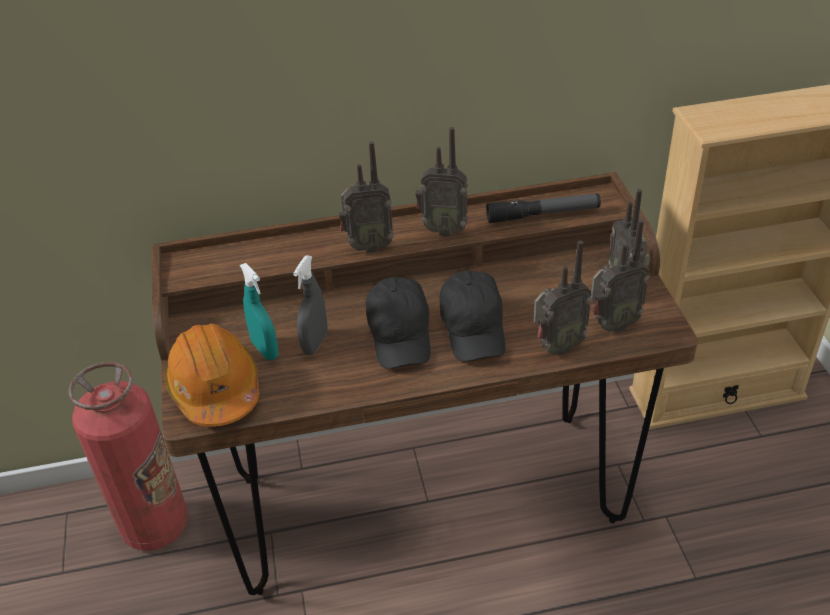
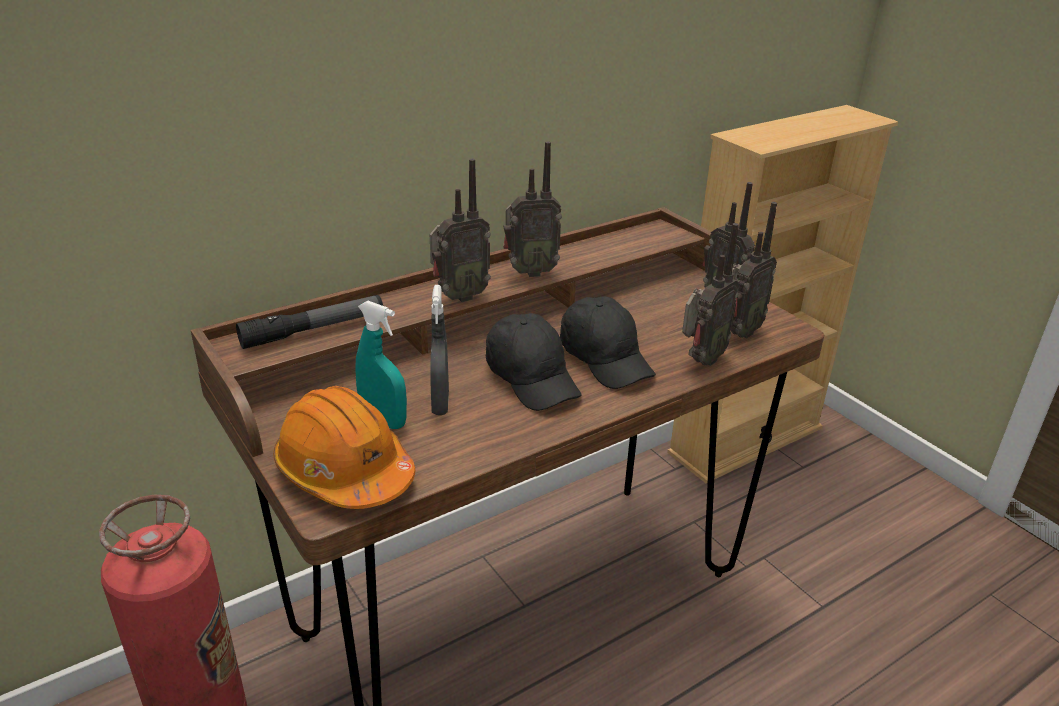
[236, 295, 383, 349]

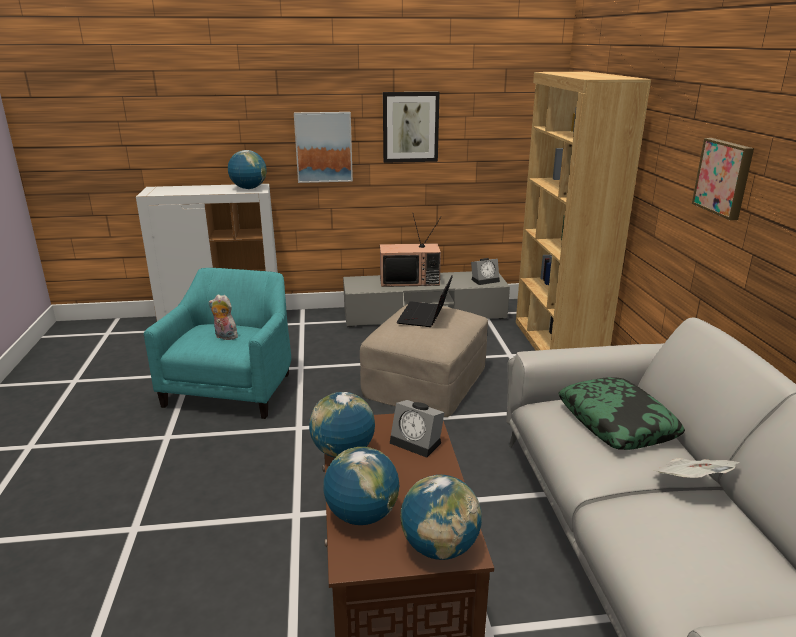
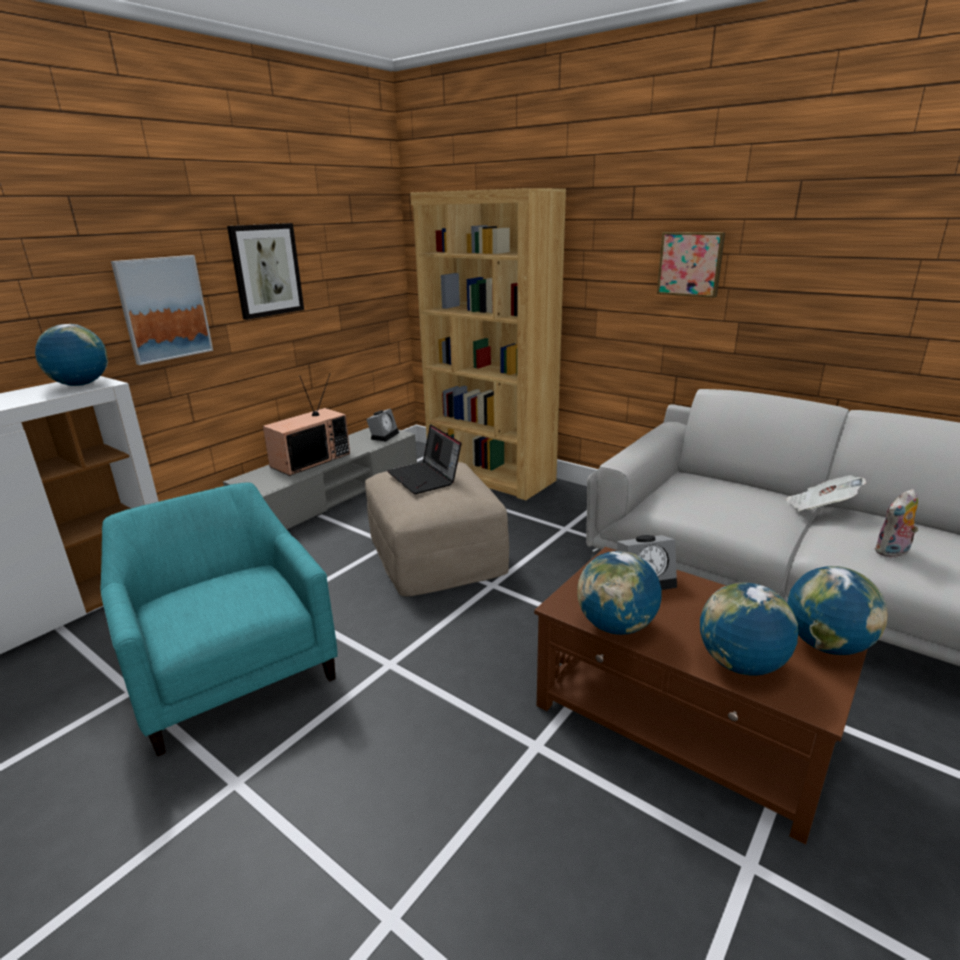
[558, 377, 685, 450] (first image)
[875, 489, 918, 558]

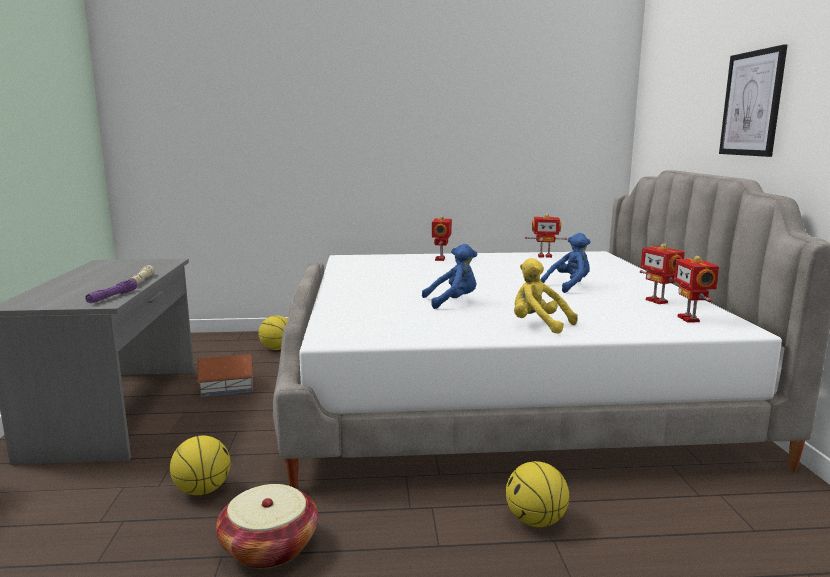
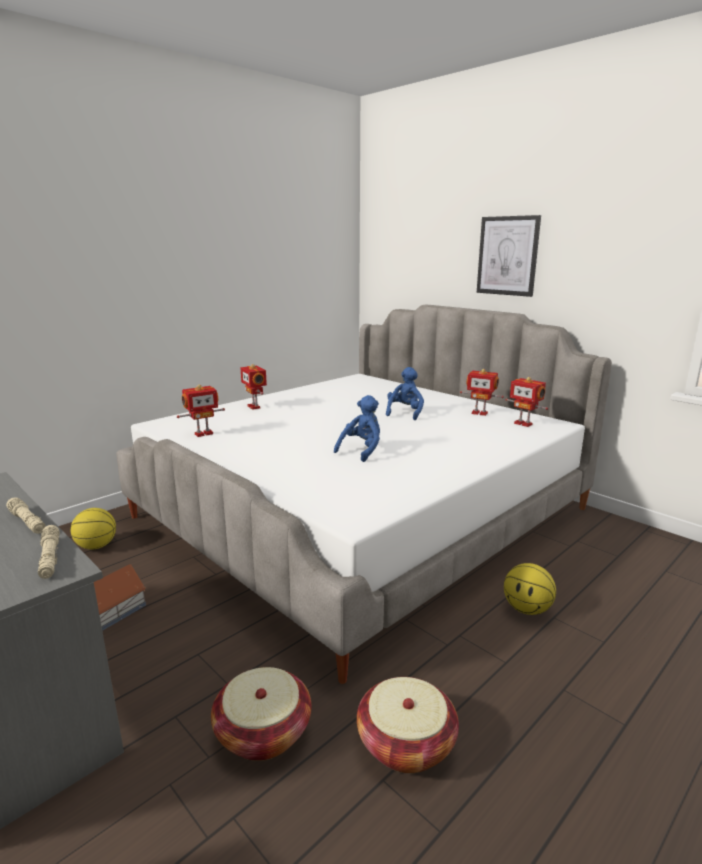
[514, 258, 578, 334] (first image)
[177, 384, 225, 437]
[211, 667, 311, 761]
[38, 525, 60, 579]

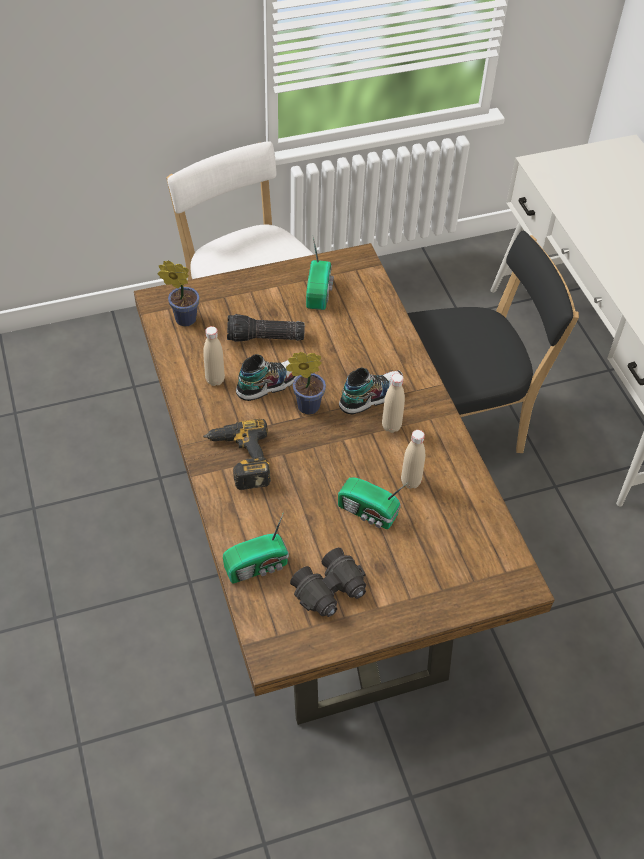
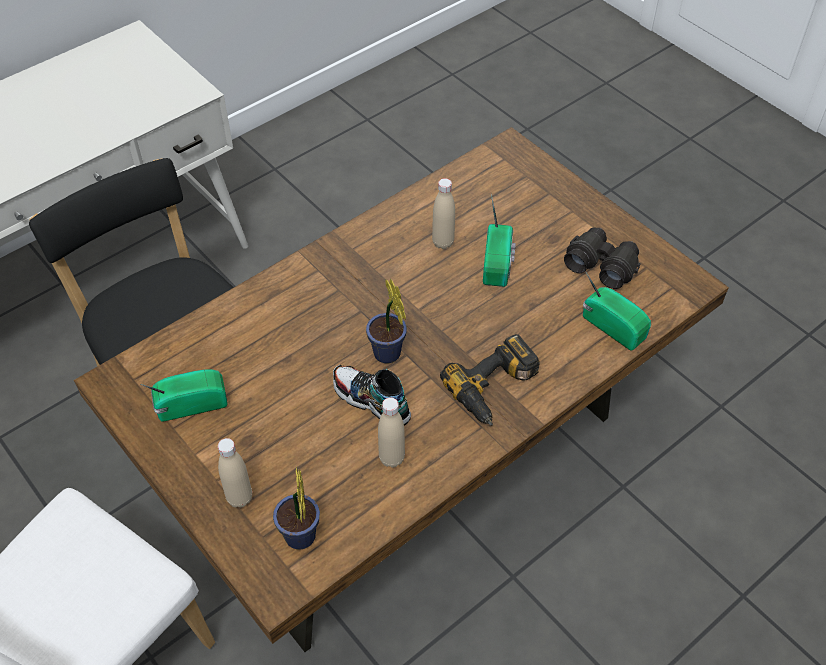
[227, 314, 305, 342] (first image)
[339, 368, 403, 415] (first image)
[218, 438, 252, 508]

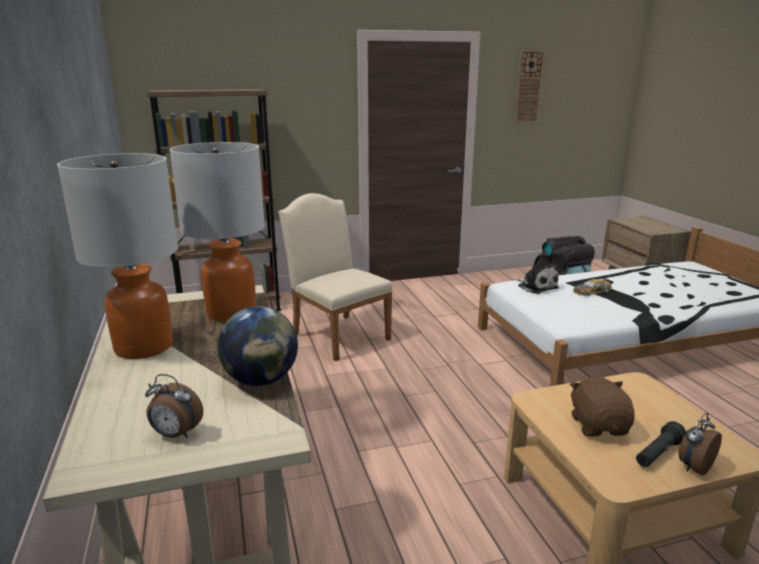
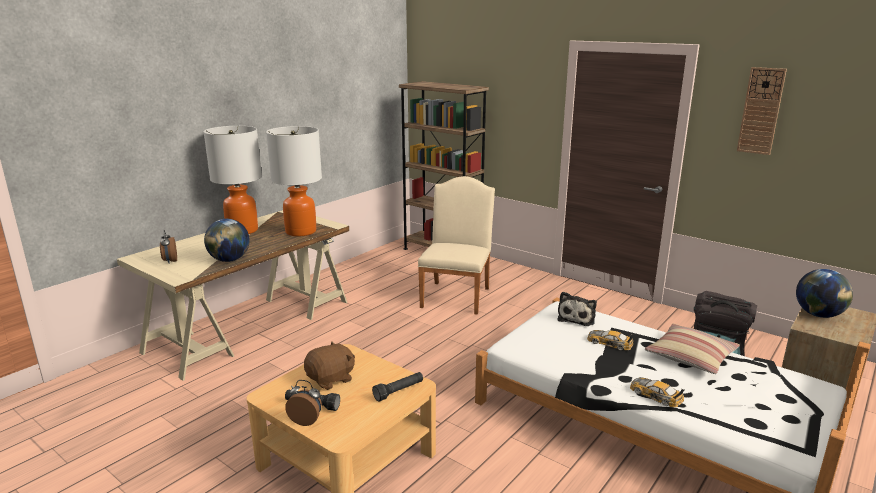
[372, 372, 423, 402]
[630, 377, 684, 407]
[645, 324, 740, 374]
[796, 269, 853, 318]

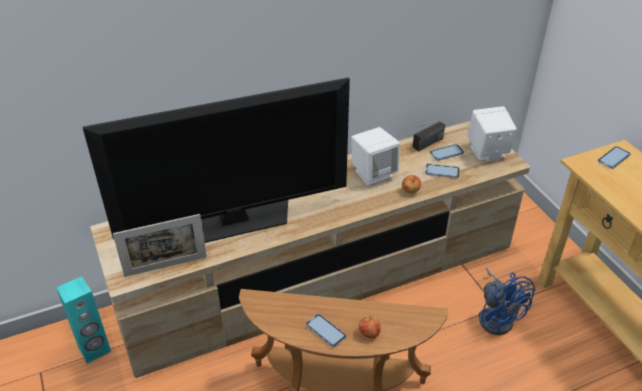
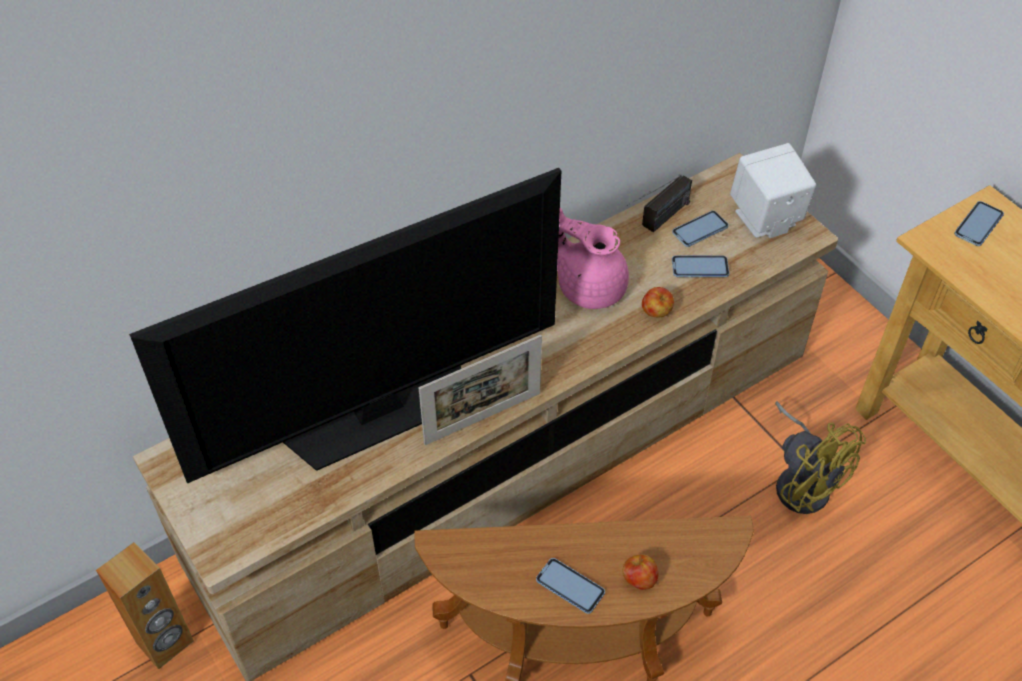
[419, 335, 542, 445]
[557, 208, 629, 309]
[96, 542, 194, 669]
[775, 401, 866, 514]

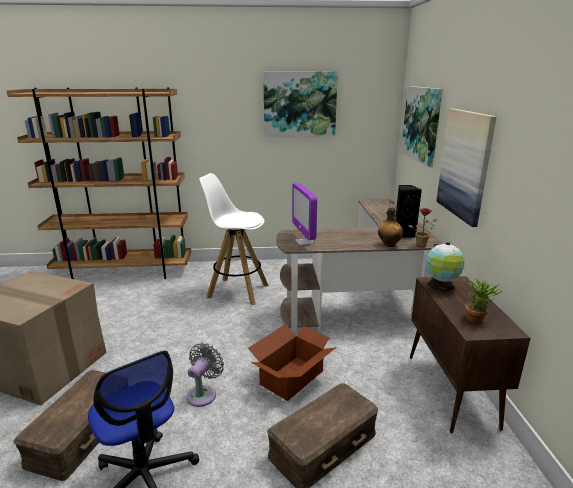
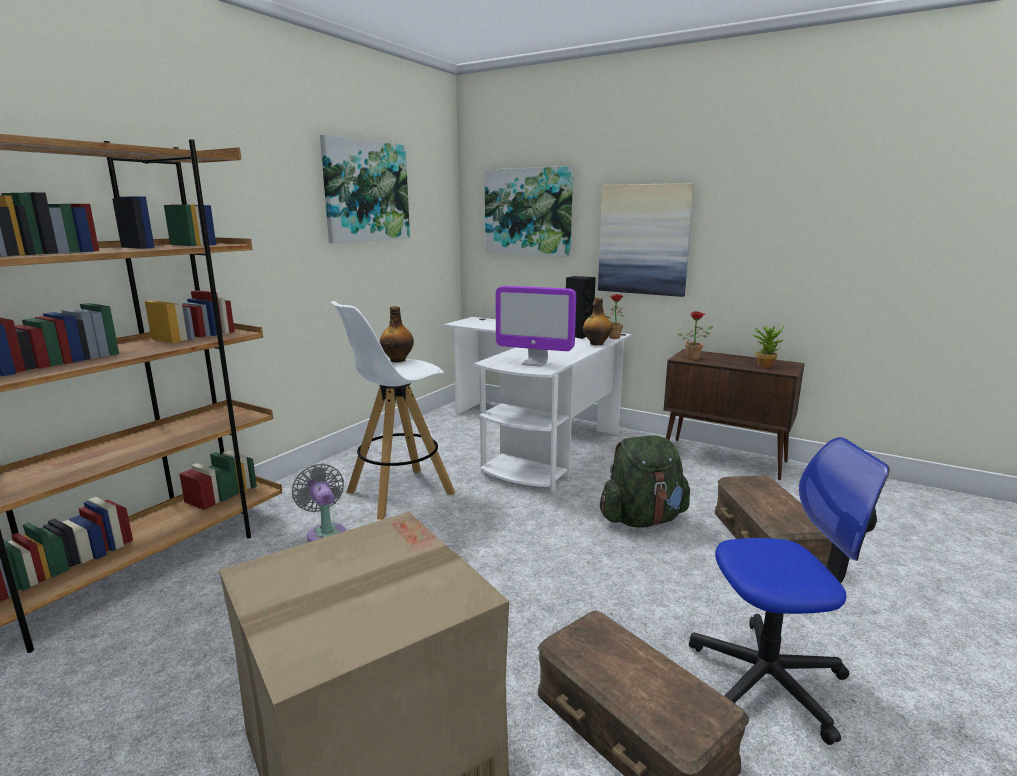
[380, 306, 414, 362]
[292, 464, 346, 542]
[600, 435, 690, 528]
[677, 311, 713, 360]
[443, 317, 631, 492]

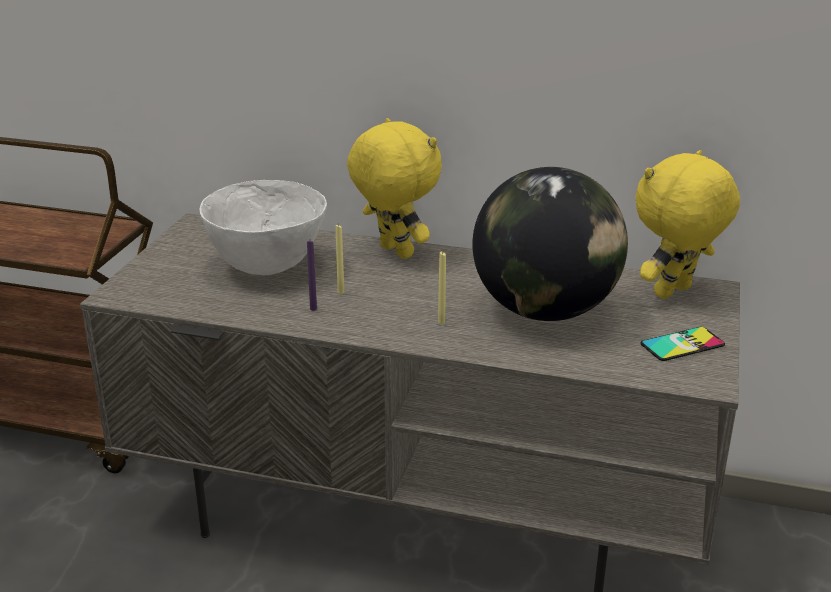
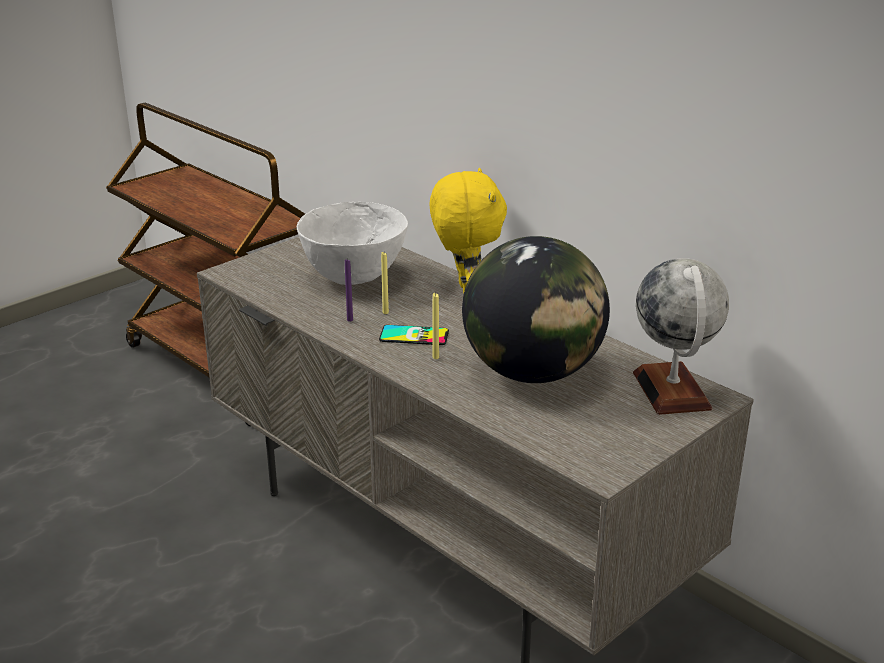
[379, 325, 449, 345]
[633, 258, 729, 415]

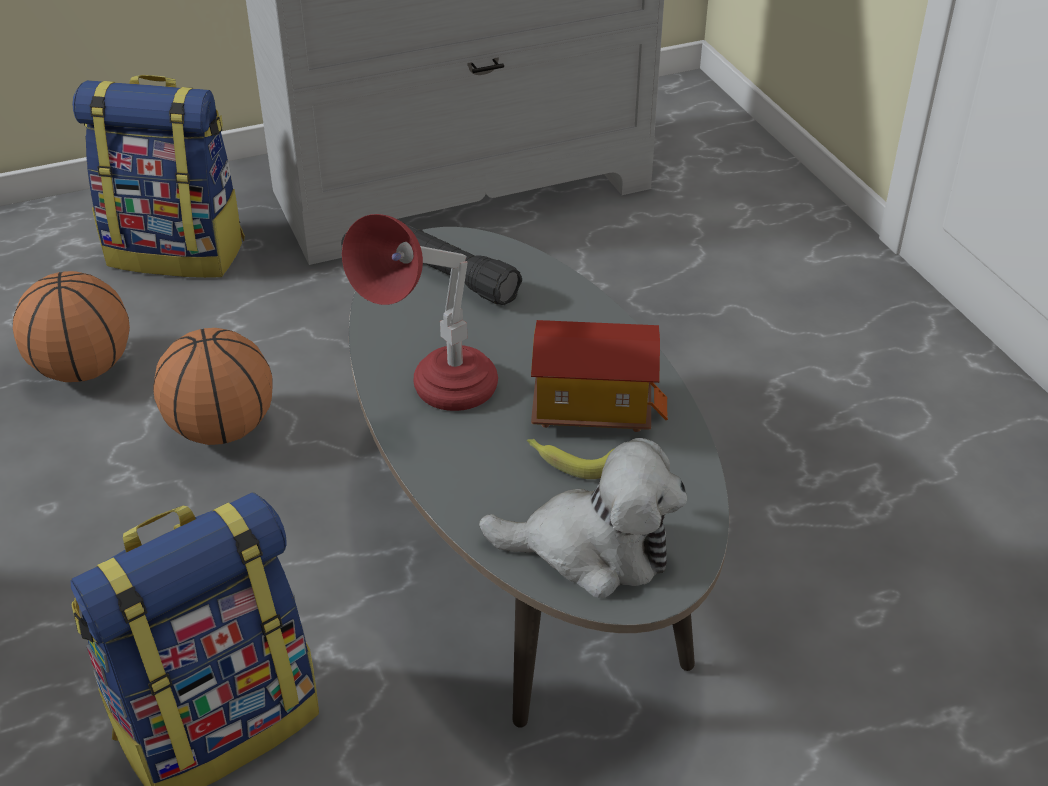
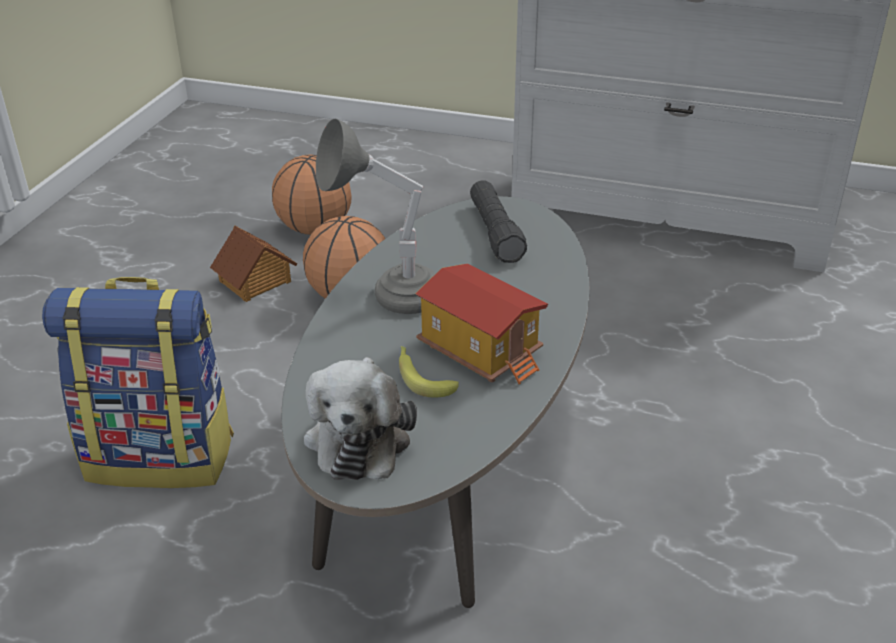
[72, 75, 245, 278] (first image)
[210, 226, 297, 302]
[316, 119, 435, 314]
[304, 357, 417, 480]

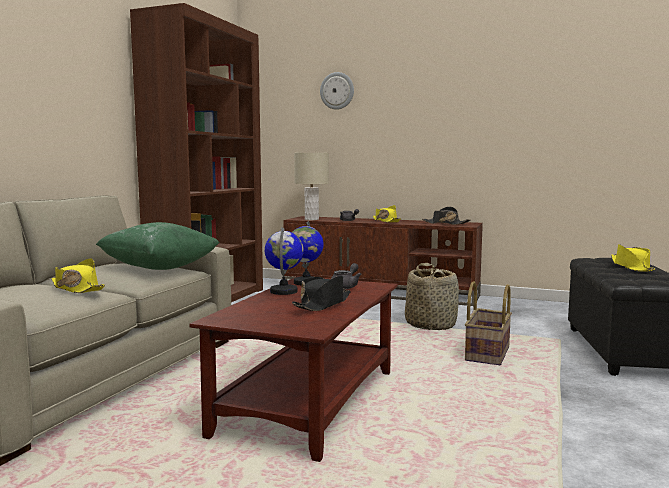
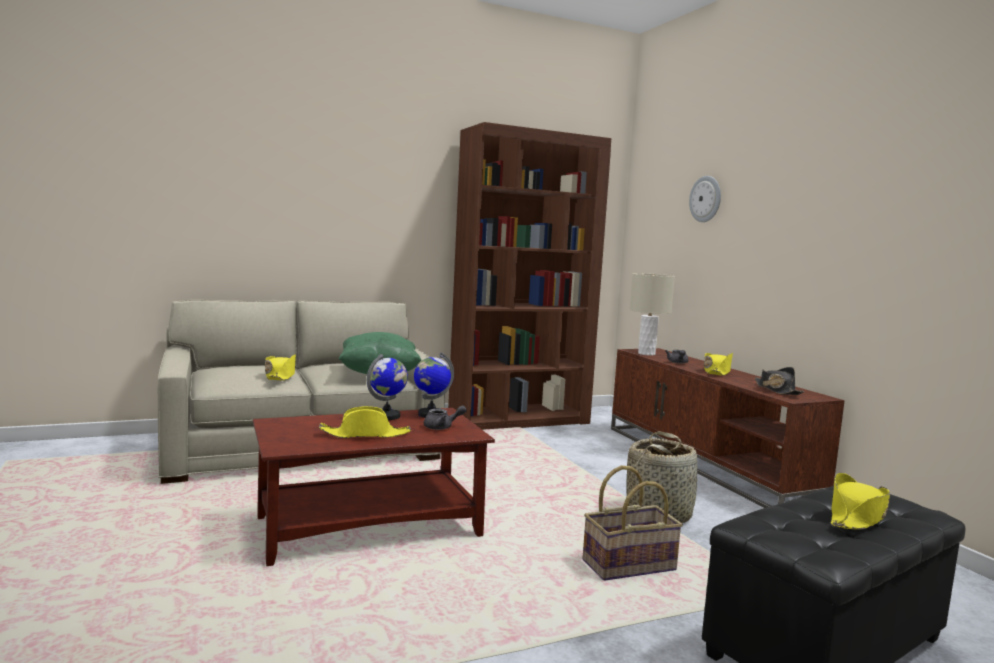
[319, 406, 411, 438]

